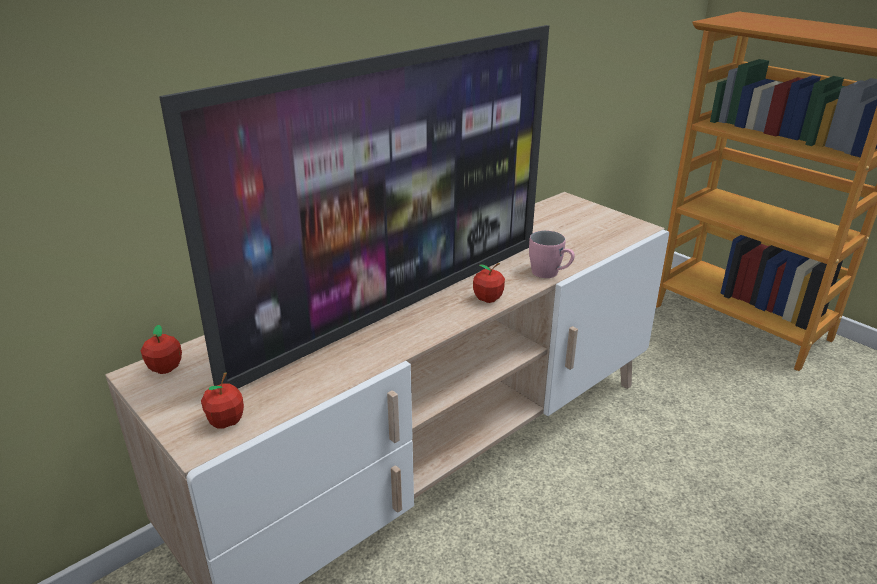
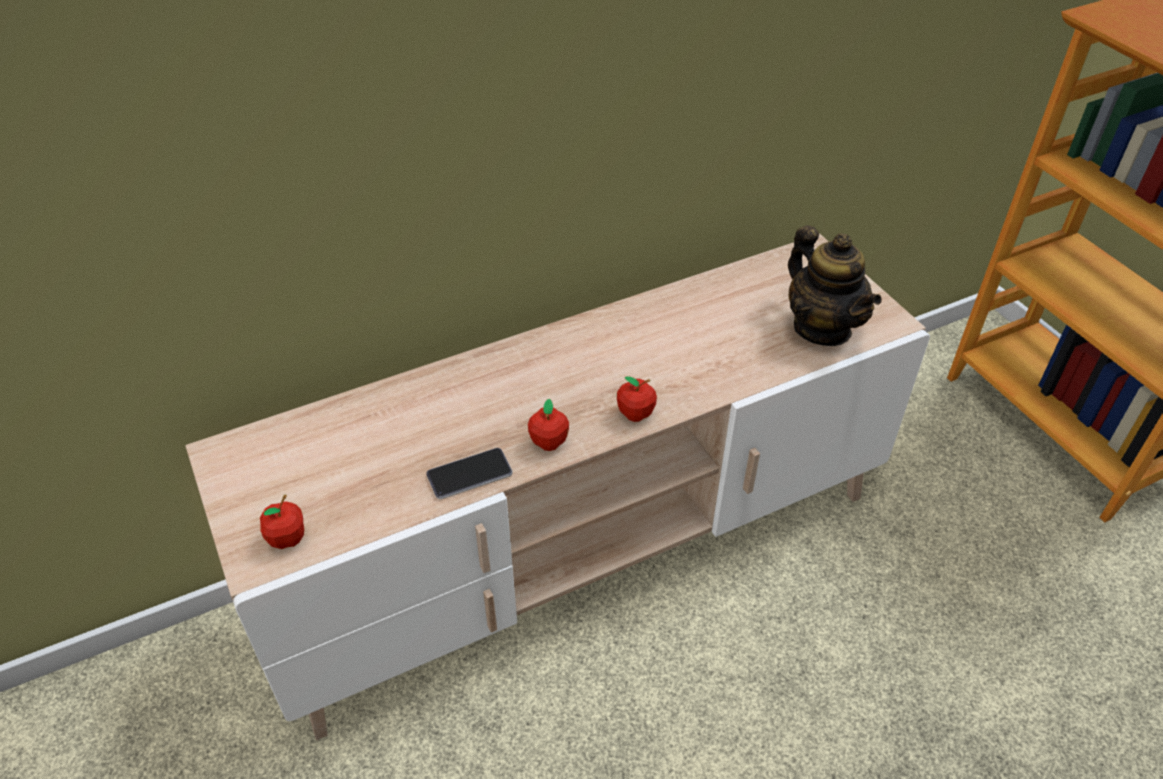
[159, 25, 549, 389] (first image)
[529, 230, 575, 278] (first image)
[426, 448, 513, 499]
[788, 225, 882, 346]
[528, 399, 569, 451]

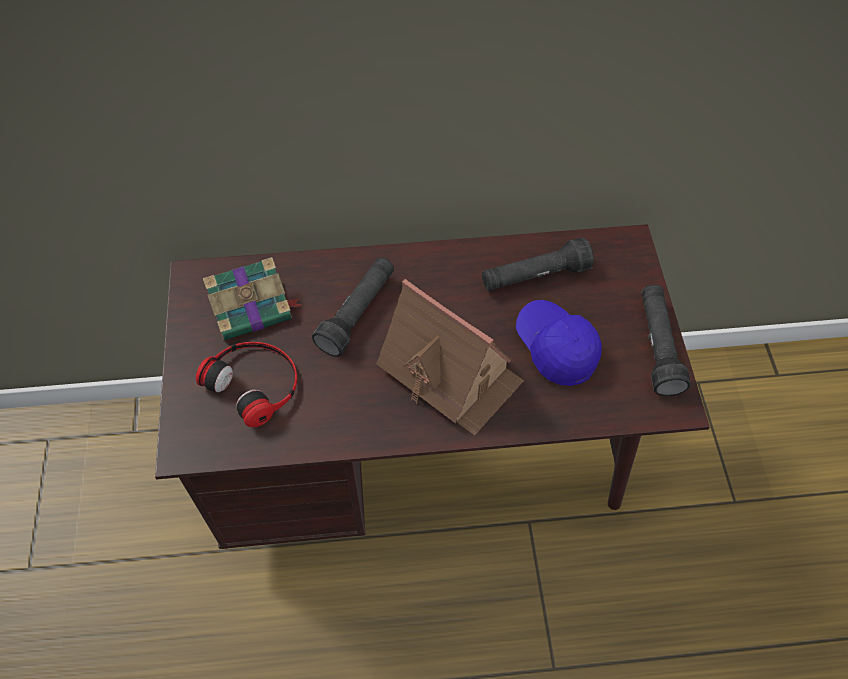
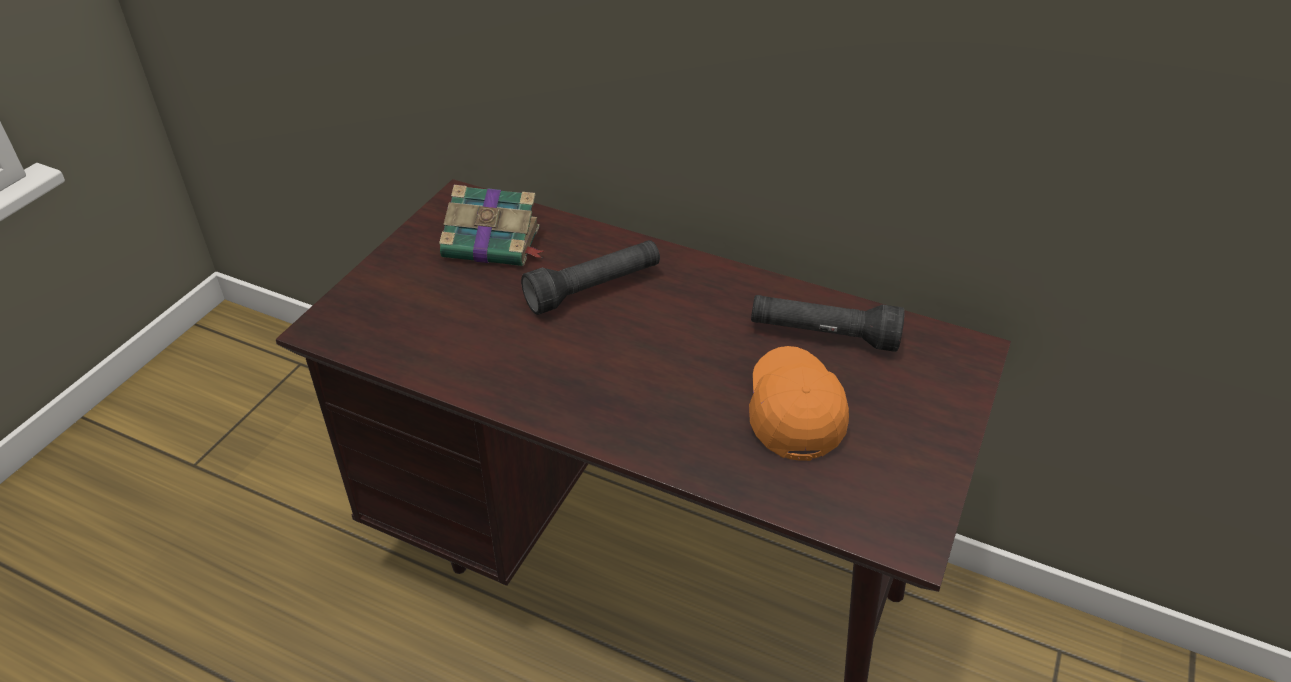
[196, 342, 297, 427] (first image)
[376, 279, 524, 435] (first image)
[642, 284, 691, 396] (first image)
[749, 346, 849, 461]

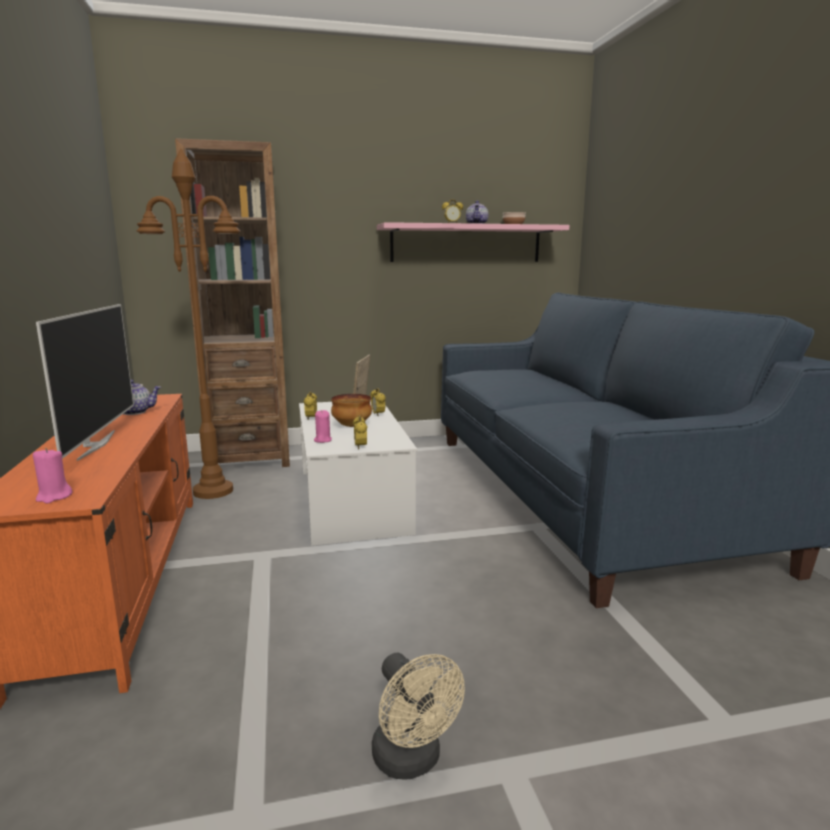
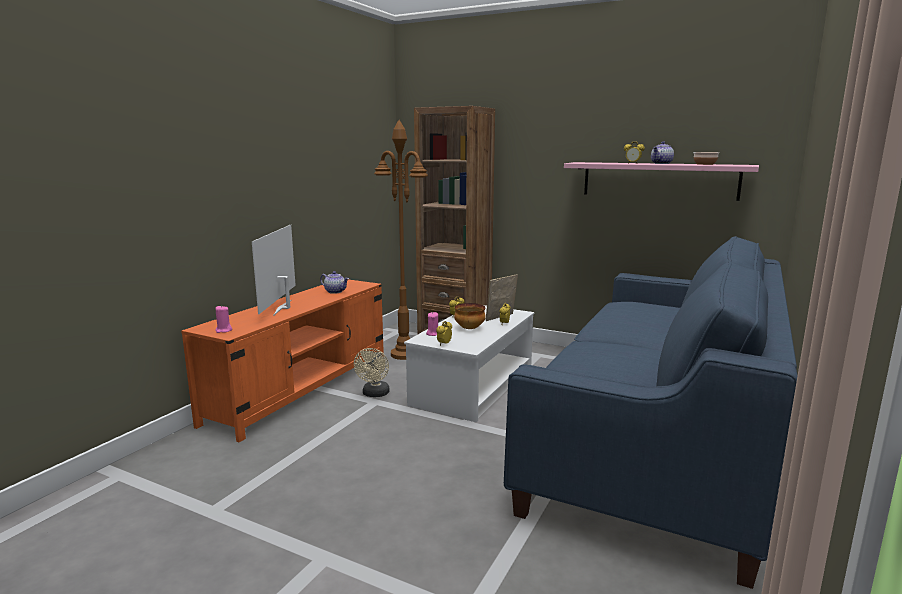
[354, 348, 389, 397]
[252, 225, 296, 316]

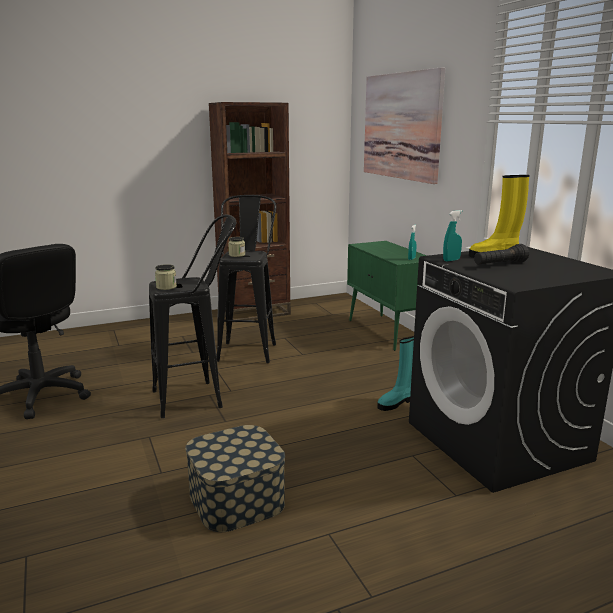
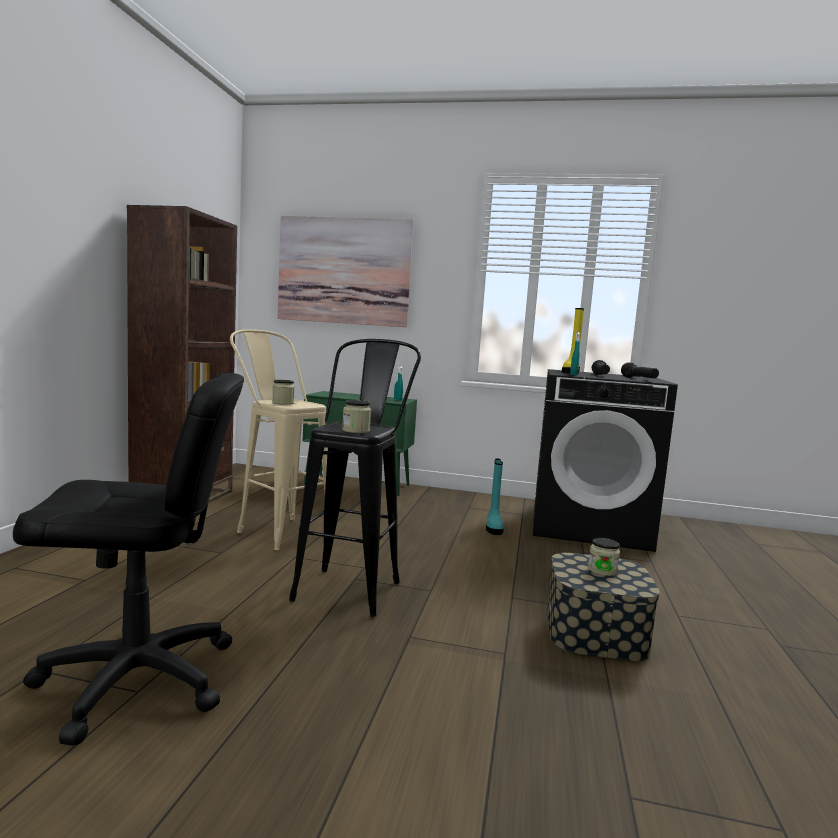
[588, 538, 620, 576]
[621, 362, 659, 378]
[230, 329, 328, 550]

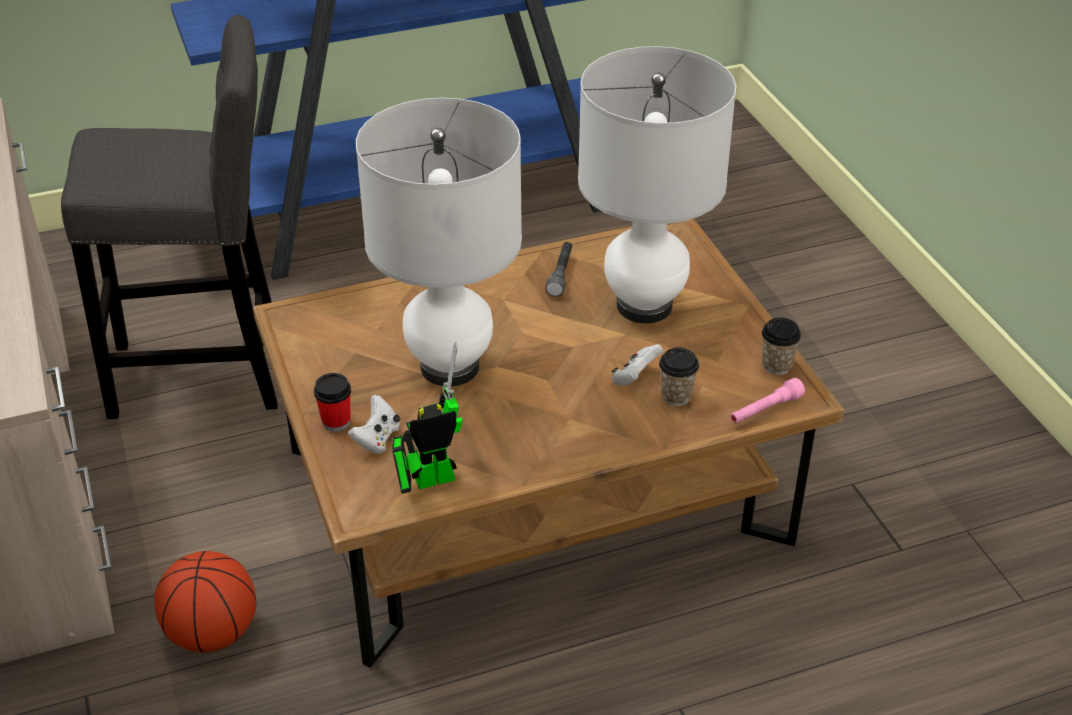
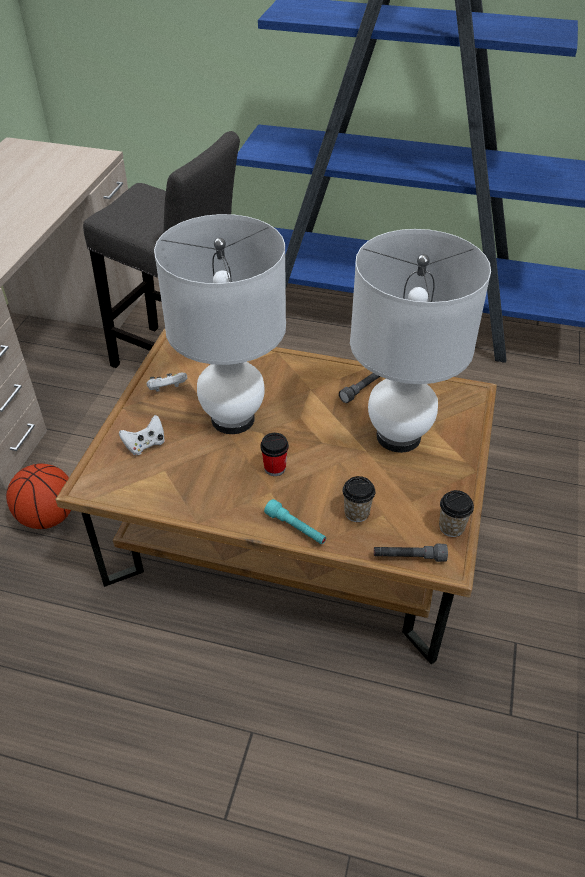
[392, 342, 463, 494] (first image)
[264, 499, 326, 544]
[260, 433, 289, 476]
[147, 372, 187, 392]
[374, 543, 448, 562]

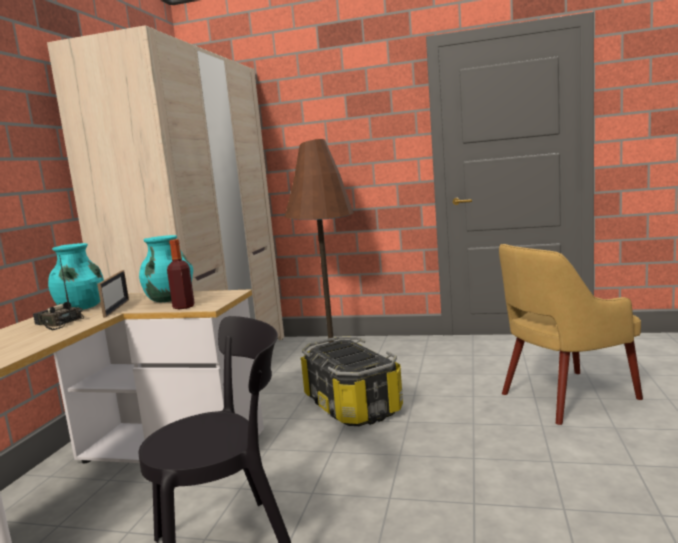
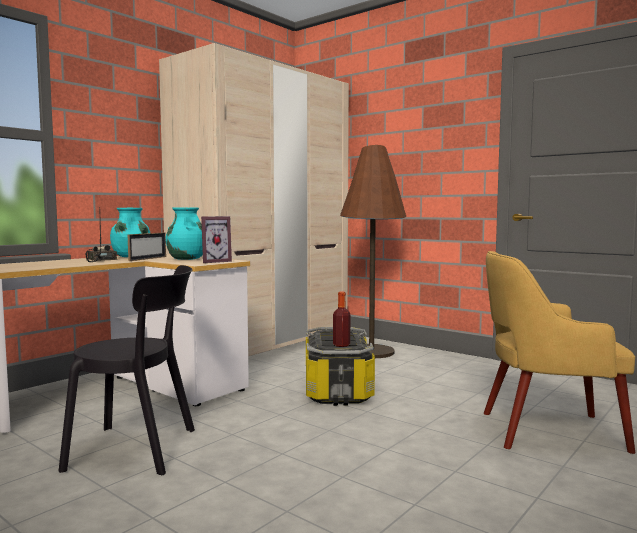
[201, 216, 232, 263]
[333, 292, 350, 347]

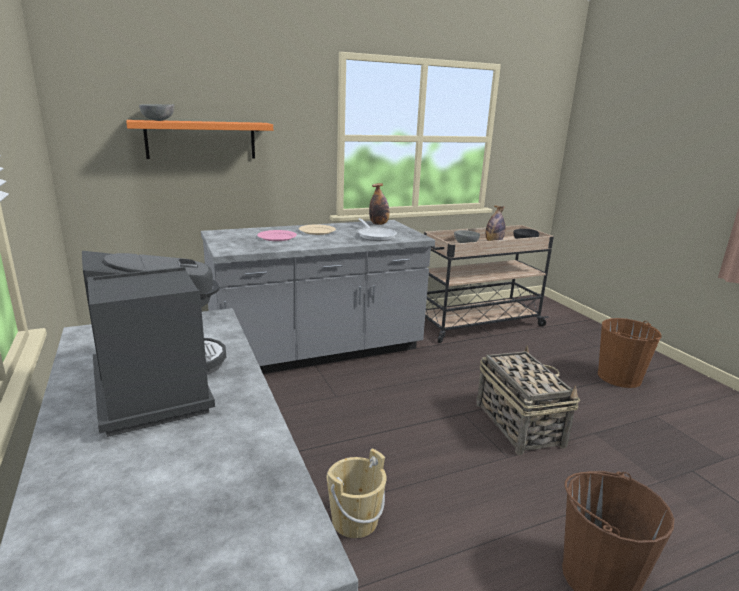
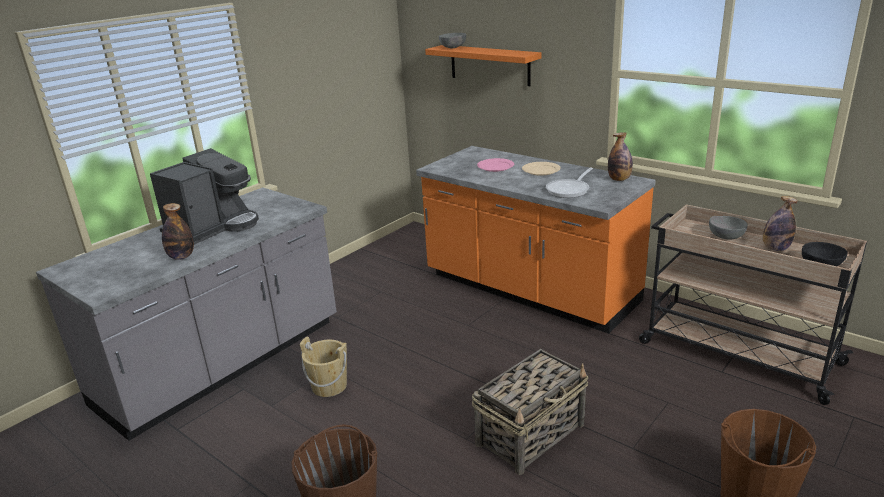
[162, 203, 194, 260]
[416, 146, 656, 333]

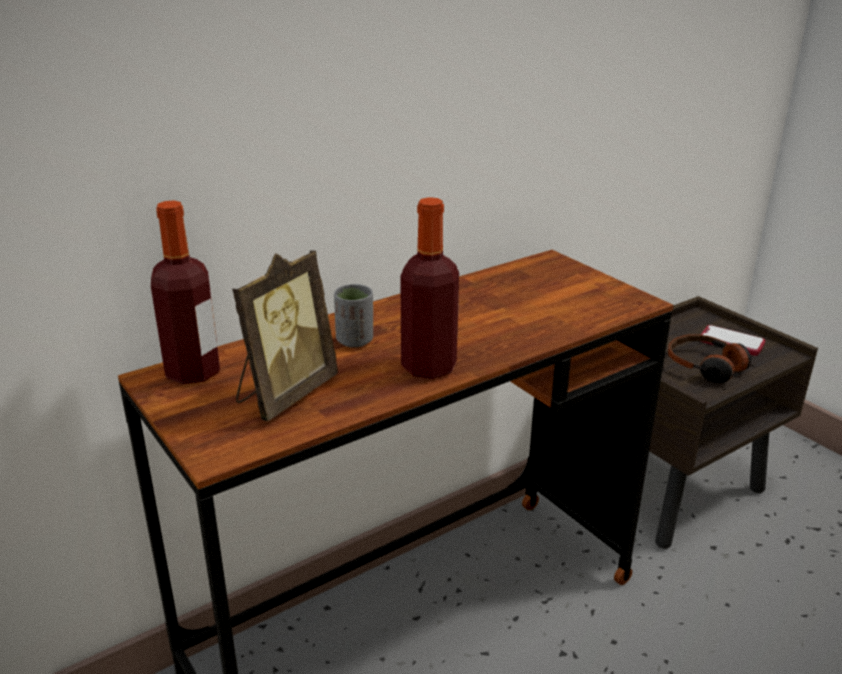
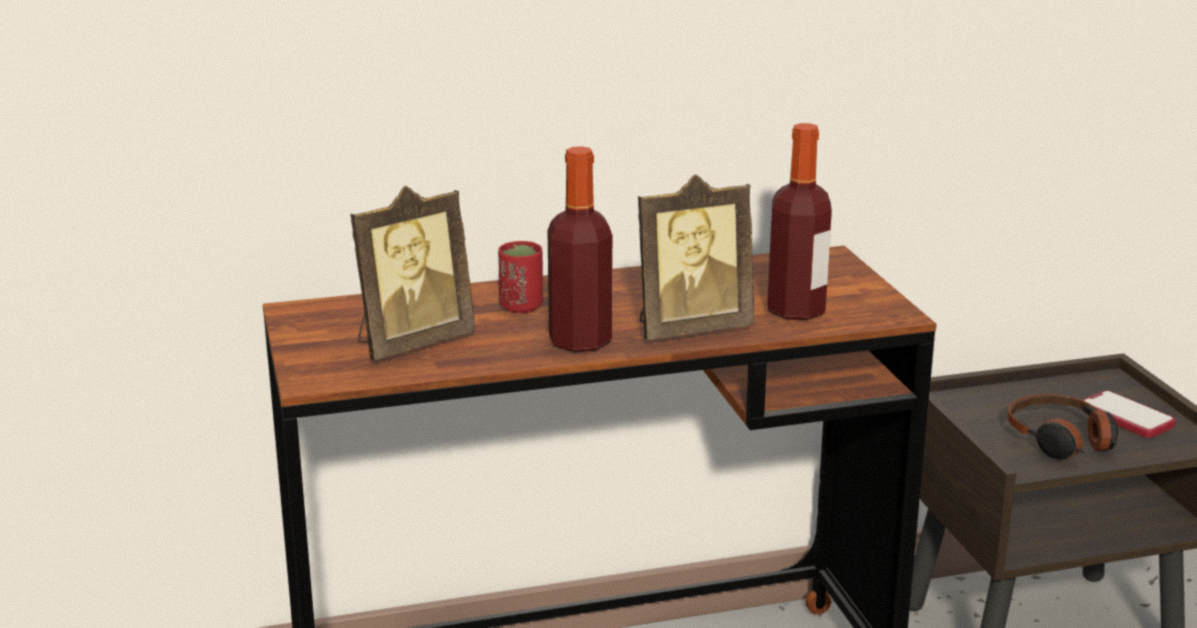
[638, 174, 754, 340]
[768, 123, 832, 320]
[498, 241, 543, 313]

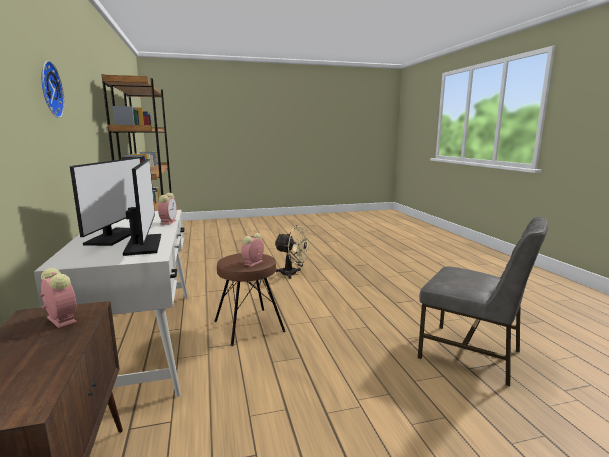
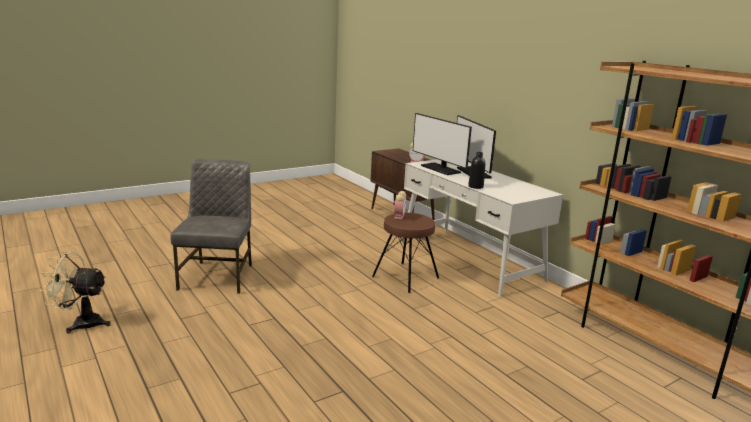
[41, 61, 65, 118] (first image)
[40, 251, 111, 333]
[468, 152, 485, 189]
[170, 159, 252, 294]

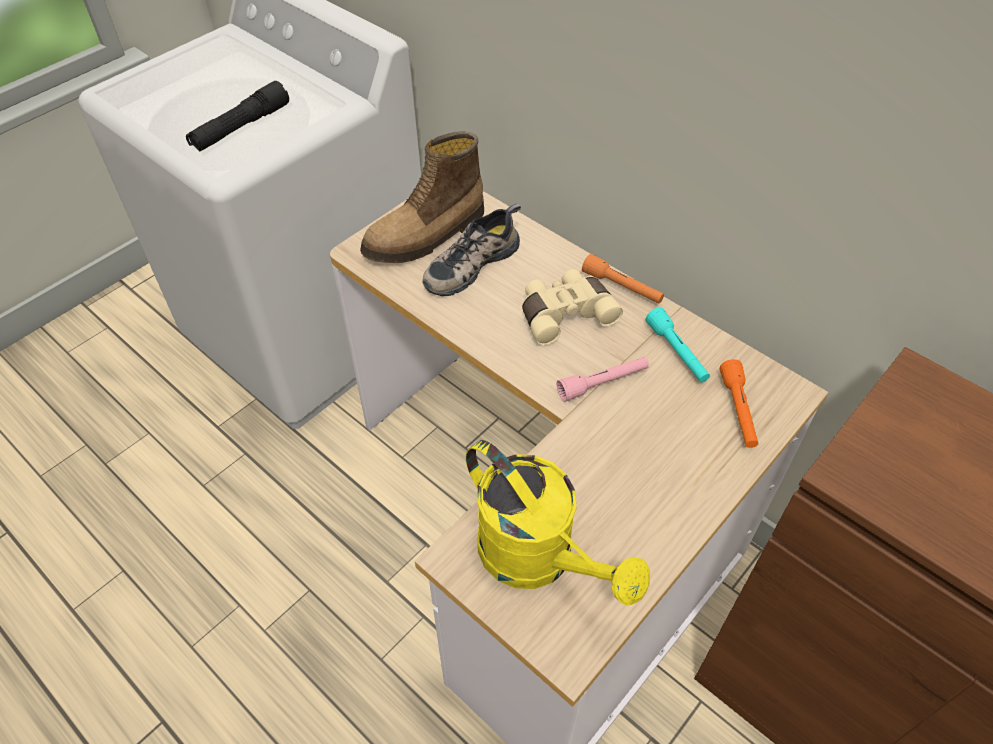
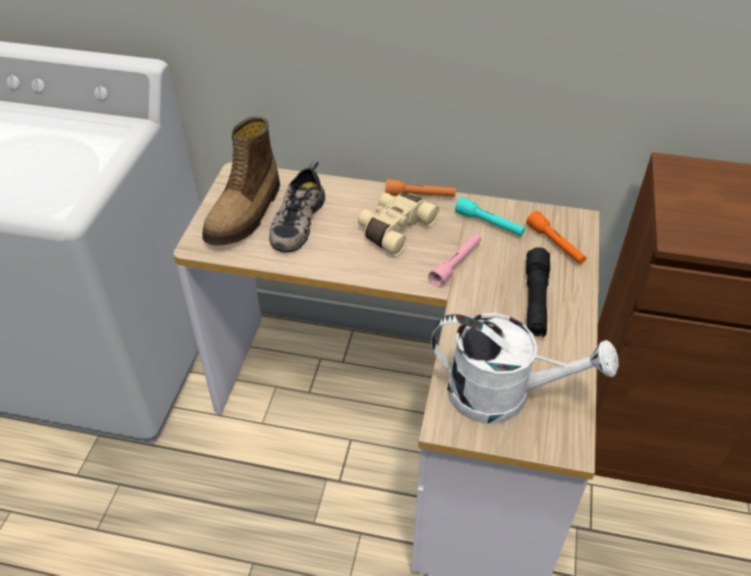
[526, 247, 550, 337]
[431, 313, 619, 424]

